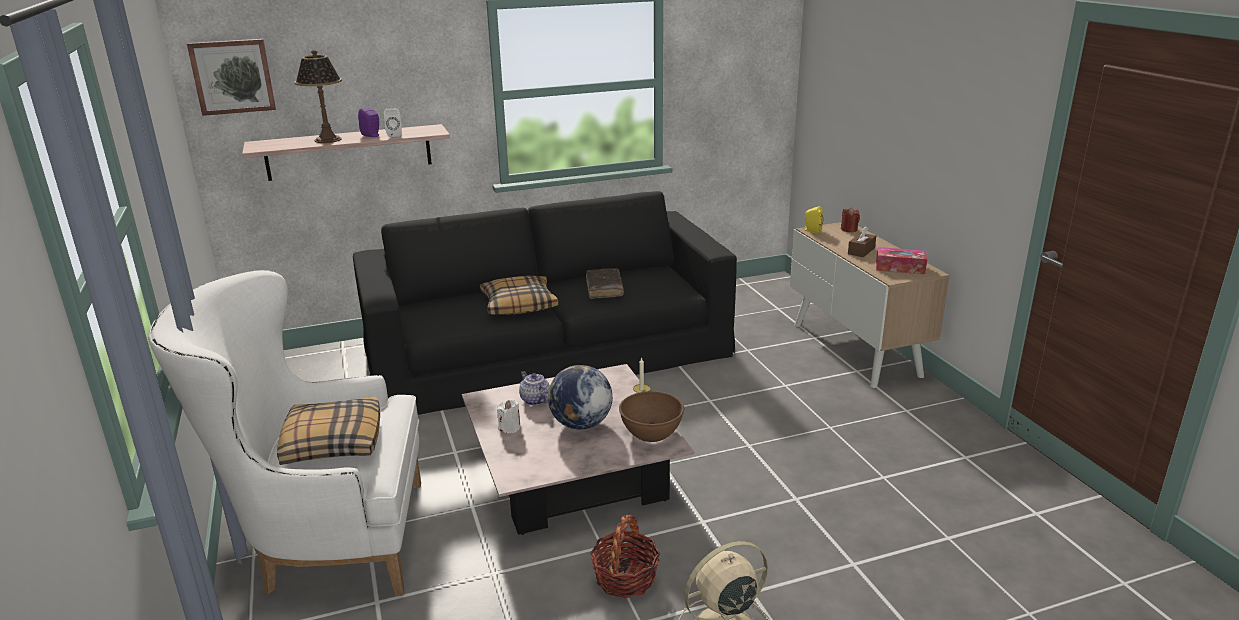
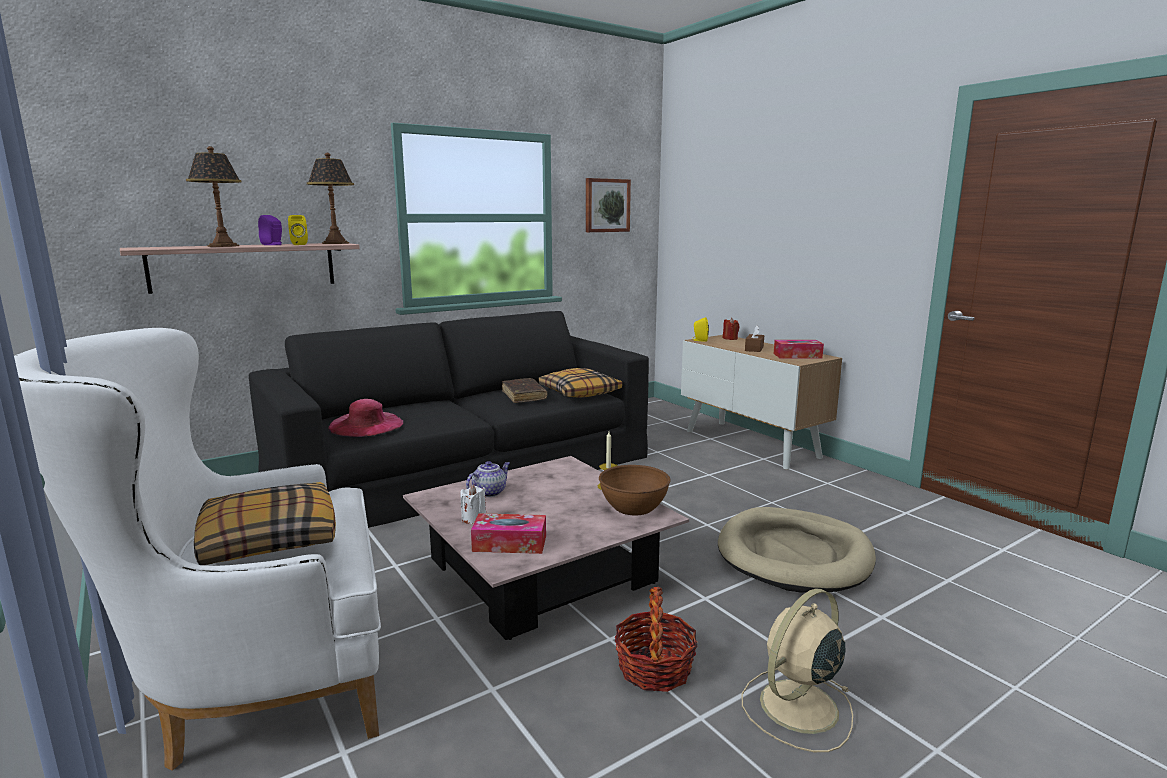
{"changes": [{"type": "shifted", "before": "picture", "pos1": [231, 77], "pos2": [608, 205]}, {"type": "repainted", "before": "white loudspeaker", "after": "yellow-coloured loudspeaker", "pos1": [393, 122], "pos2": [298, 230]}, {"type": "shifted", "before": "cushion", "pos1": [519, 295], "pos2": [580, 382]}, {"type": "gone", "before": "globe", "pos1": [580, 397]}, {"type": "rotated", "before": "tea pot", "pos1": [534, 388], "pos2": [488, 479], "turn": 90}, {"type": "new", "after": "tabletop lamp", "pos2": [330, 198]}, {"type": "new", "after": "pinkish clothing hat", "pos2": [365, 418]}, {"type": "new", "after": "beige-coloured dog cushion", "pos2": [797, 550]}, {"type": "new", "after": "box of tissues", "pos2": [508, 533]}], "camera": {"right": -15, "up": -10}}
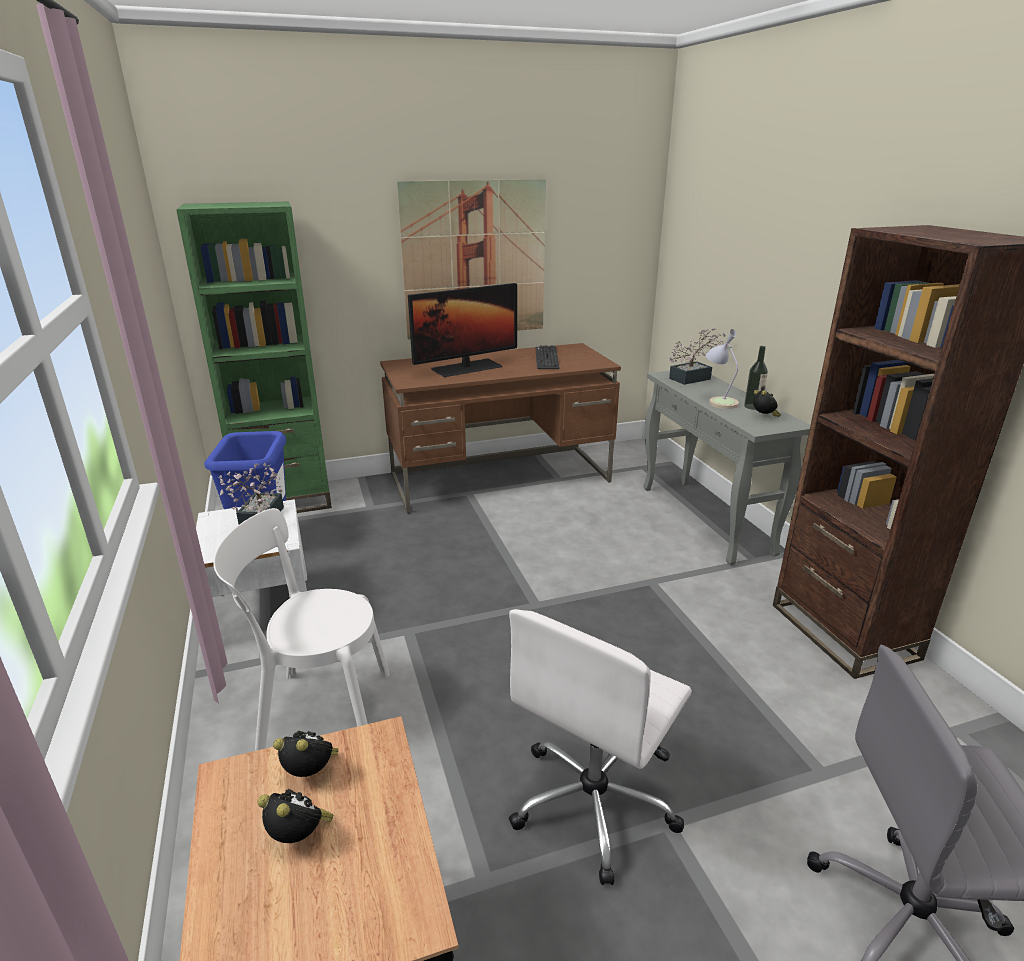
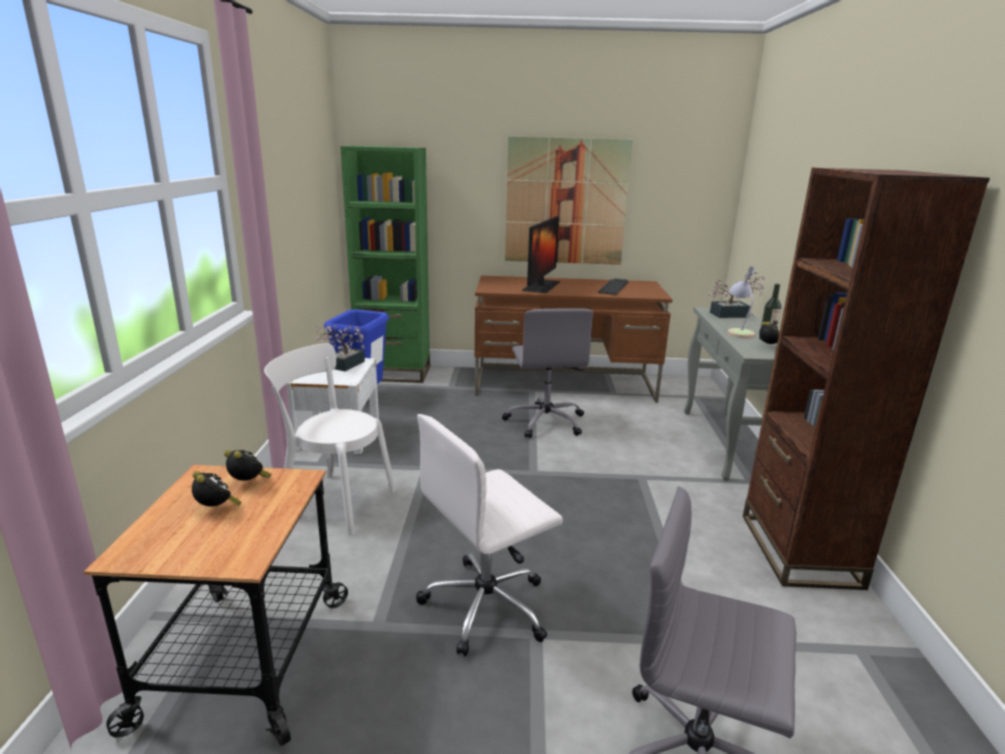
{"changes": [{"type": "rotated", "before": "computer screen", "pos1": [462, 330], "pos2": [541, 254], "turn": -60}, {"type": "new", "after": "gray computer chair", "pos2": [547, 373]}], "camera": {"right": 20, "up": -5}}
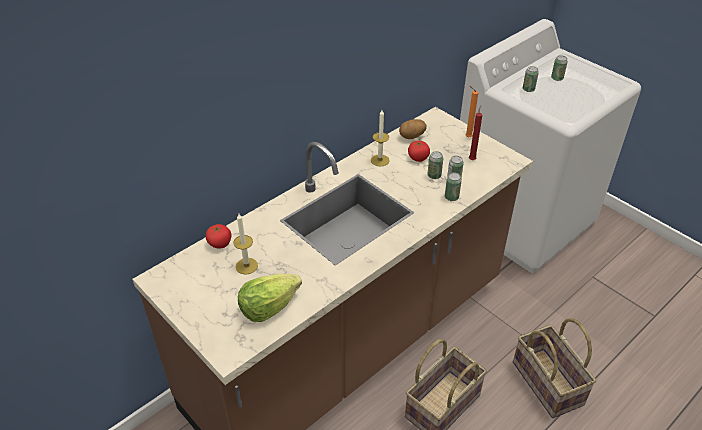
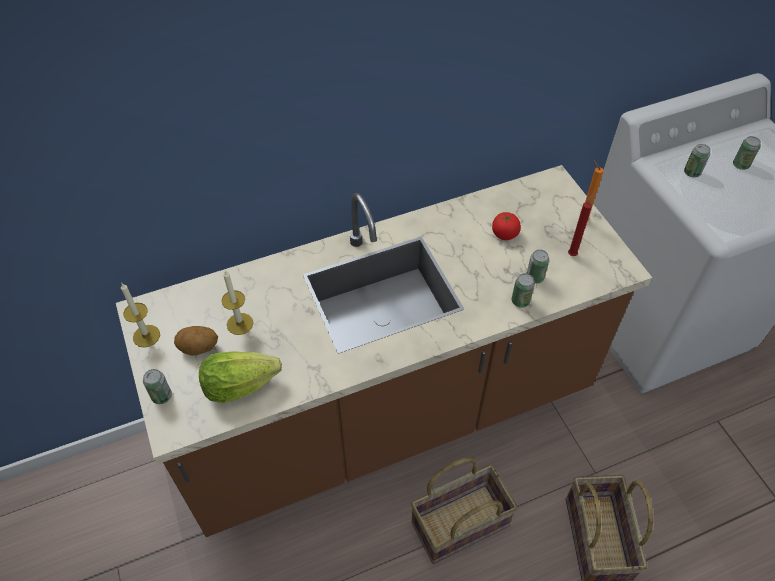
{"changes": [{"type": "shifted", "before": "candle", "pos1": [380, 138], "pos2": [140, 315]}, {"type": "shifted", "before": "potato", "pos1": [413, 129], "pos2": [196, 341]}, {"type": "shifted", "before": "can", "pos1": [435, 165], "pos2": [157, 386]}, {"type": "gone", "before": "fresh tomato", "pos1": [218, 236]}], "camera": {"right": 20, "up": 10}}
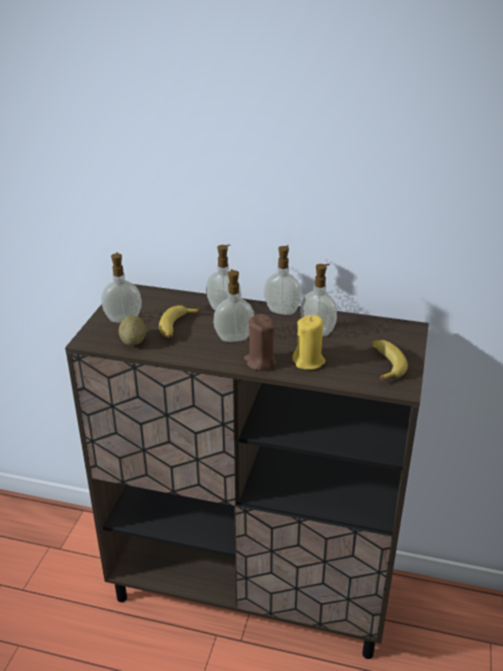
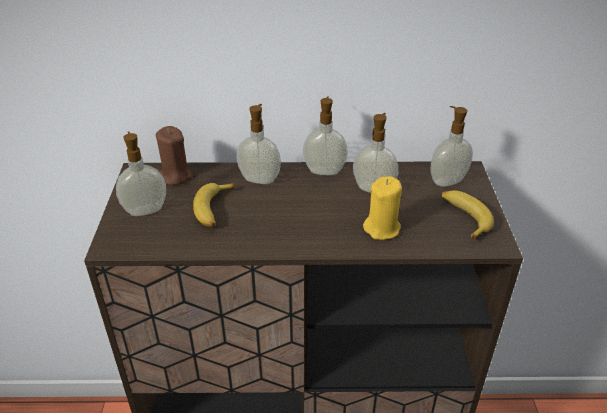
{"changes": [{"type": "shifted", "before": "soap bottle", "pos1": [233, 305], "pos2": [452, 146]}, {"type": "shifted", "before": "brownish candle", "pos1": [260, 342], "pos2": [174, 155]}, {"type": "gone", "before": "potato", "pos1": [132, 330]}], "camera": {"right": -15, "up": 5}}
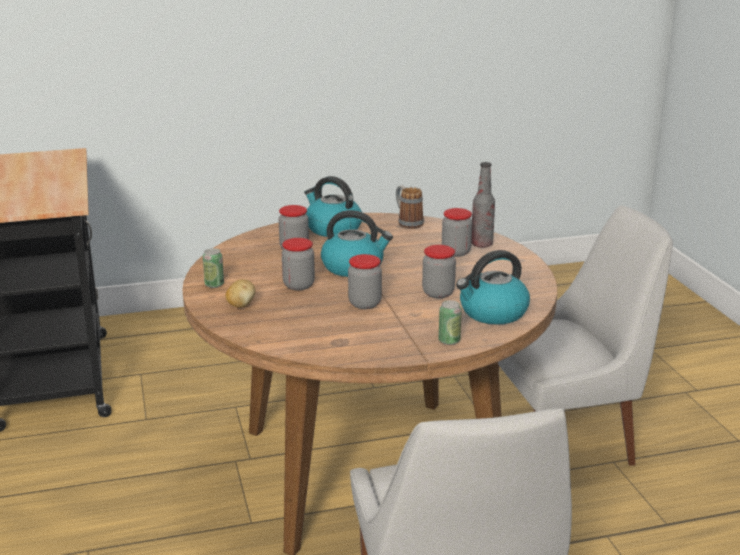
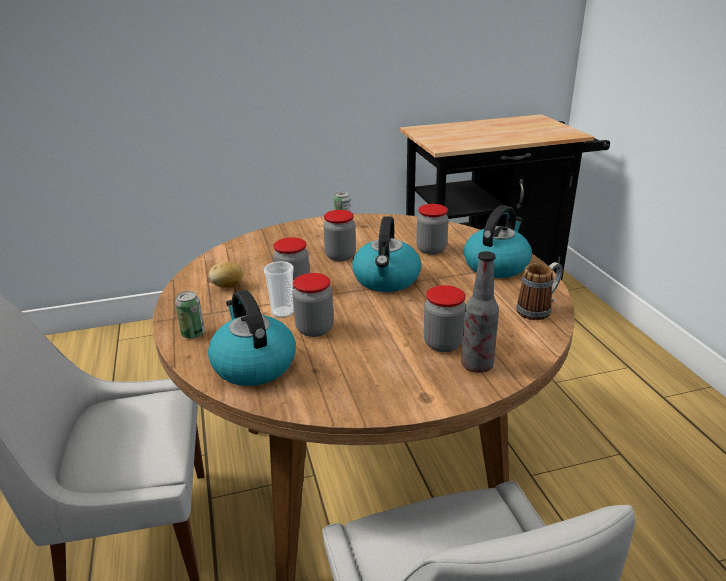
{"changes": [{"type": "shifted", "before": "potato", "pos1": [241, 293], "pos2": [226, 275]}, {"type": "new", "after": "drinking cup", "pos2": [279, 289]}], "camera": {"right": 90, "up": 5}}
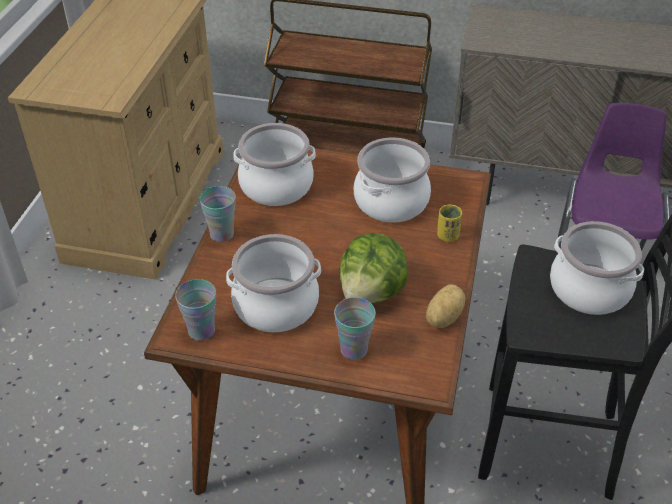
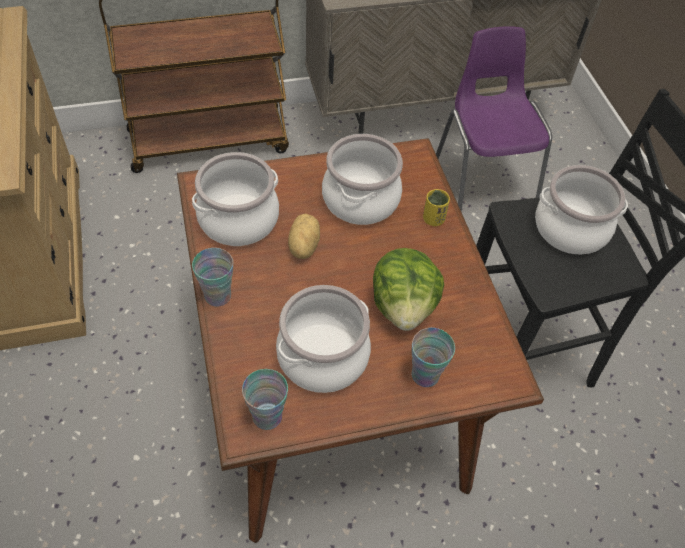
{"changes": [{"type": "shifted", "before": "potato", "pos1": [445, 306], "pos2": [304, 236]}], "camera": {"right": -30, "up": 10}}
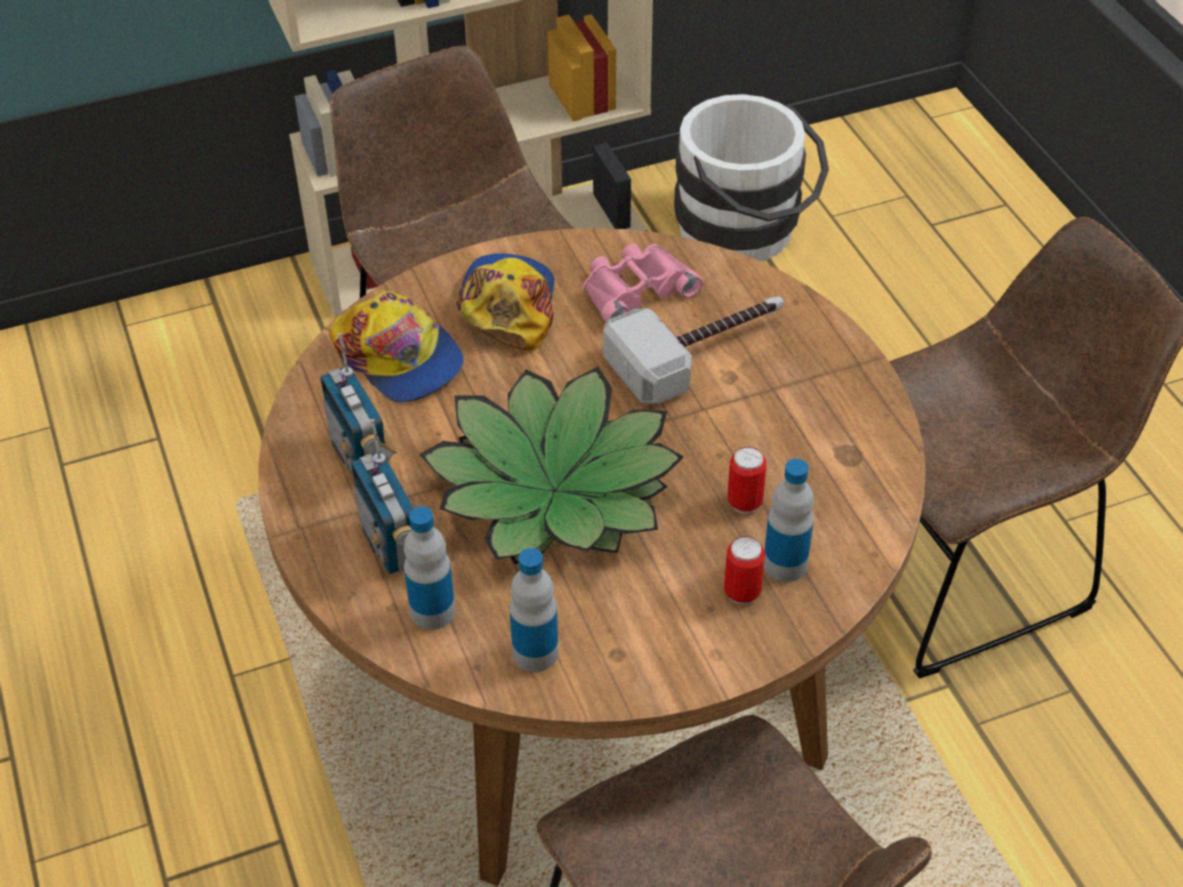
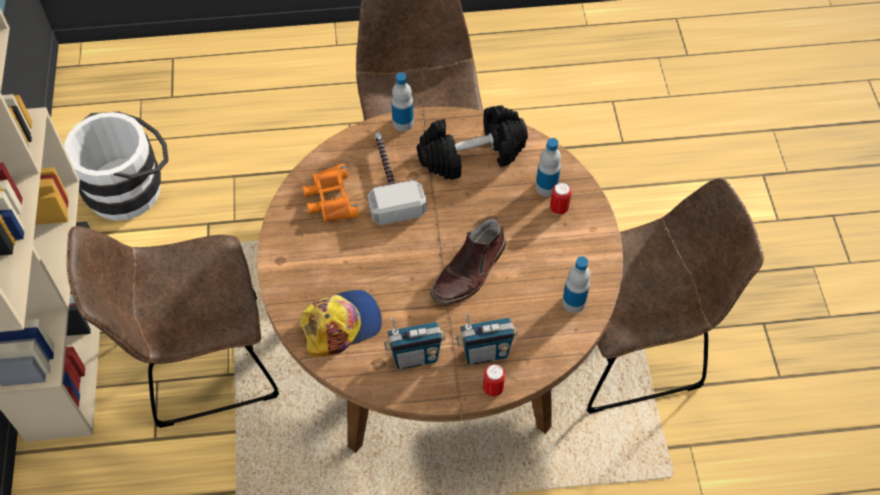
{"changes": [{"type": "repainted", "before": "pinkish field glasses", "after": "orange field glasses", "pos1": [643, 283], "pos2": [331, 193]}, {"type": "gone", "before": "cap", "pos1": [506, 302]}, {"type": "swapped", "before": "potted plant", "after": "brownish high-top boot", "pos1": [551, 466], "pos2": [468, 259]}, {"type": "shifted", "before": "can", "pos1": [747, 480], "pos2": [494, 380]}, {"type": "shifted", "before": "beverage bottle", "pos1": [429, 568], "pos2": [402, 102]}, {"type": "new", "after": "blackish hand weight", "pos2": [472, 142]}], "camera": {"right": -75, "up": 10}}
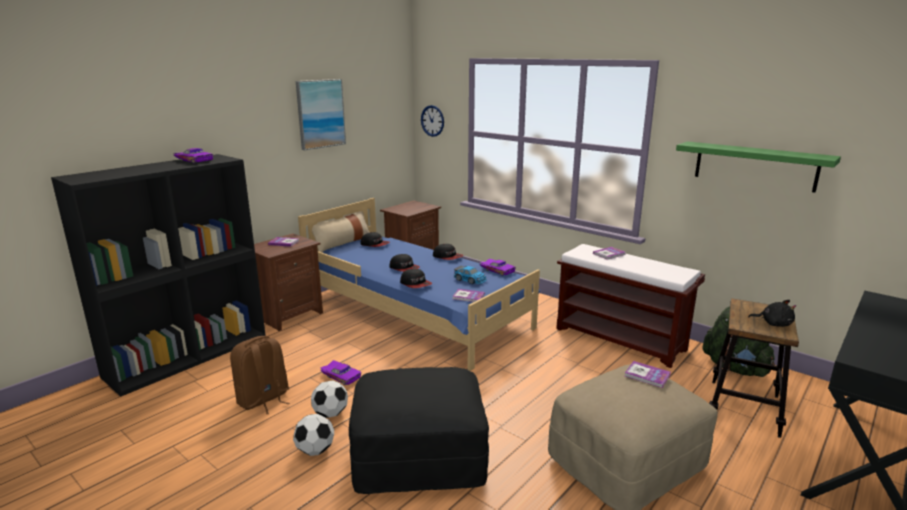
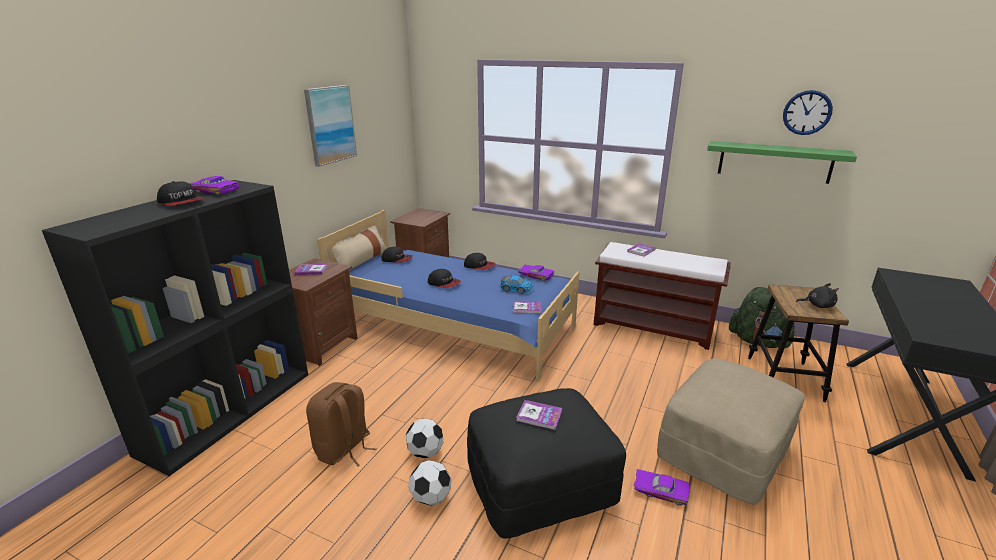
{"changes": [{"type": "shifted", "before": "hanging clock", "pos1": [432, 121], "pos2": [808, 112]}, {"type": "shifted", "before": "cap", "pos1": [416, 278], "pos2": [180, 193]}, {"type": "shifted", "before": "purple-coloured model car", "pos1": [340, 372], "pos2": [661, 487]}, {"type": "shifted", "before": "book", "pos1": [648, 374], "pos2": [539, 415]}], "camera": {"right": -15, "up": 5}}
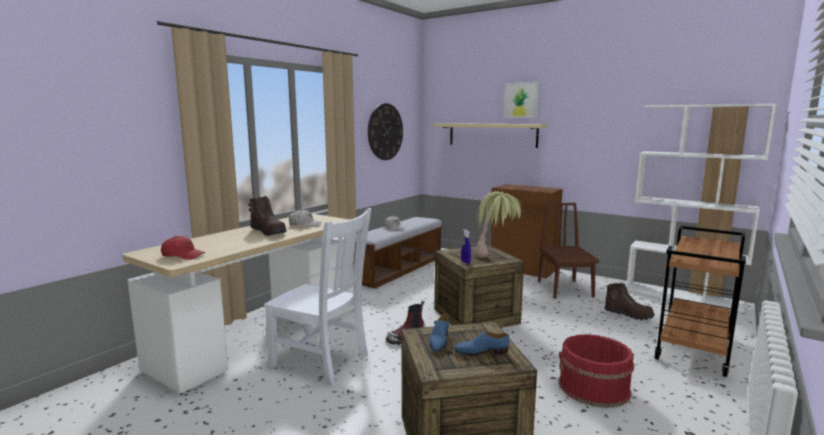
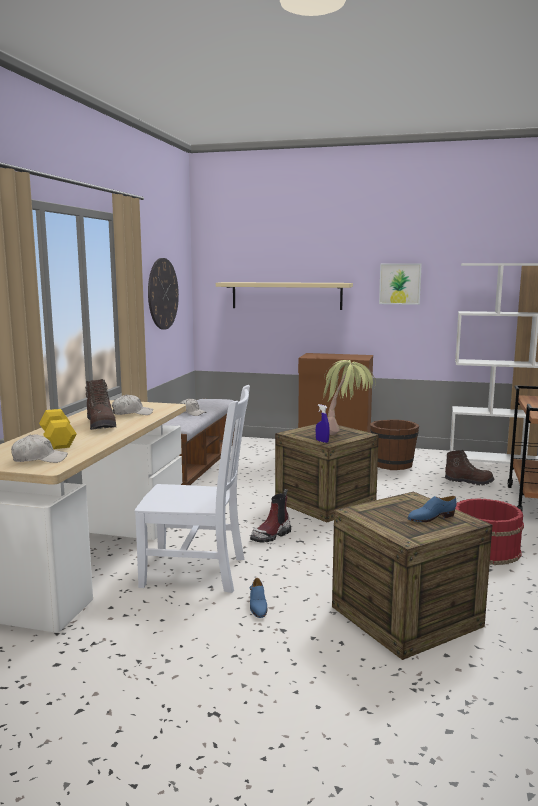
{"changes": [{"type": "shifted", "before": "picture", "pos1": [521, 100], "pos2": [400, 284]}, {"type": "rotated", "before": "brownish high-top boot", "pos1": [267, 216], "pos2": [100, 404], "turn": 45}, {"type": "swapped", "before": "brownish upright chair", "after": "brownish bucket", "pos1": [568, 251], "pos2": [394, 444]}, {"type": "repainted", "before": "reddish cap", "after": "white cap", "pos1": [183, 248], "pos2": [39, 448]}, {"type": "shifted", "before": "blue shoe", "pos1": [439, 333], "pos2": [258, 598]}, {"type": "new", "after": "yellow-coloured hand weight", "pos2": [58, 429]}], "camera": {"right": -20, "up": 0}}
